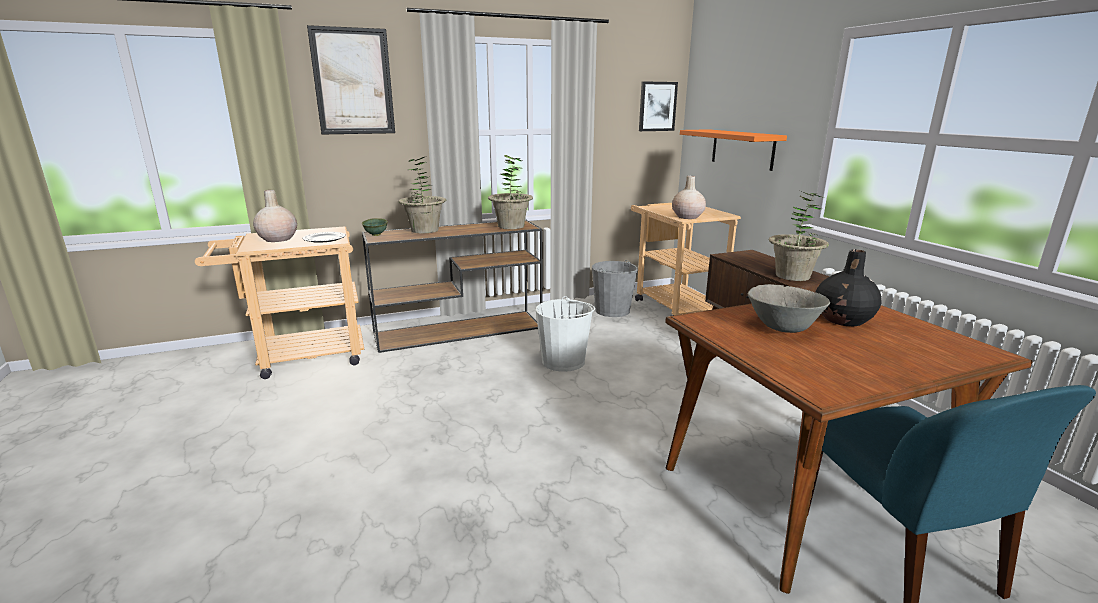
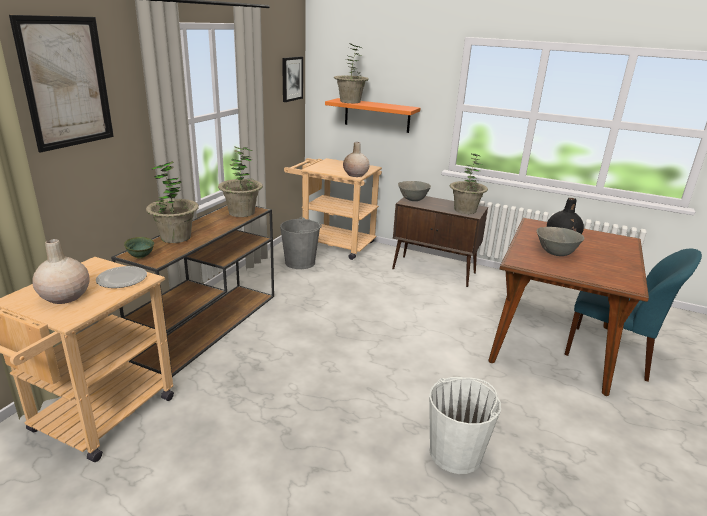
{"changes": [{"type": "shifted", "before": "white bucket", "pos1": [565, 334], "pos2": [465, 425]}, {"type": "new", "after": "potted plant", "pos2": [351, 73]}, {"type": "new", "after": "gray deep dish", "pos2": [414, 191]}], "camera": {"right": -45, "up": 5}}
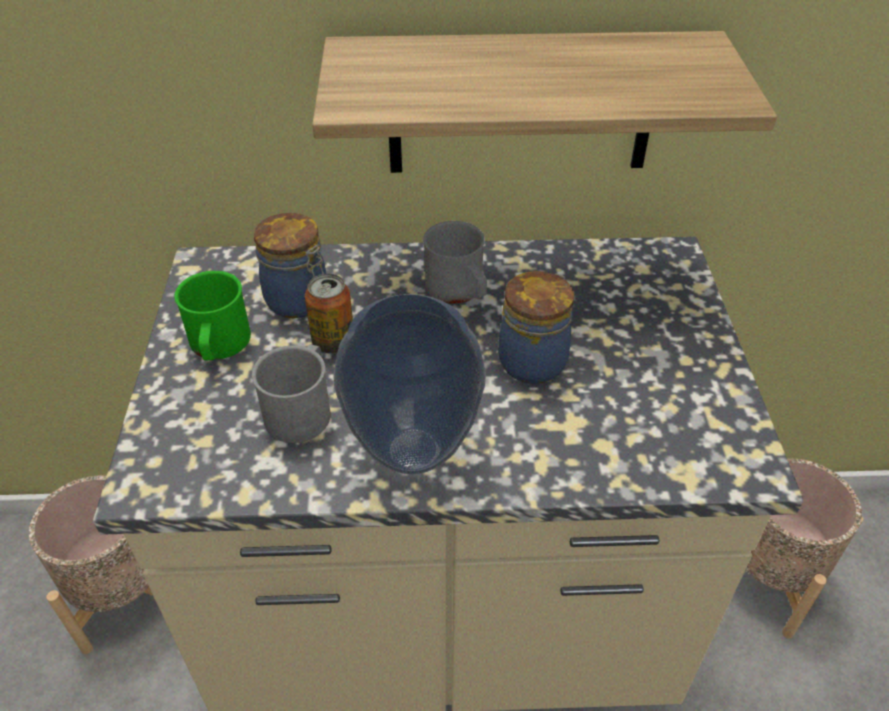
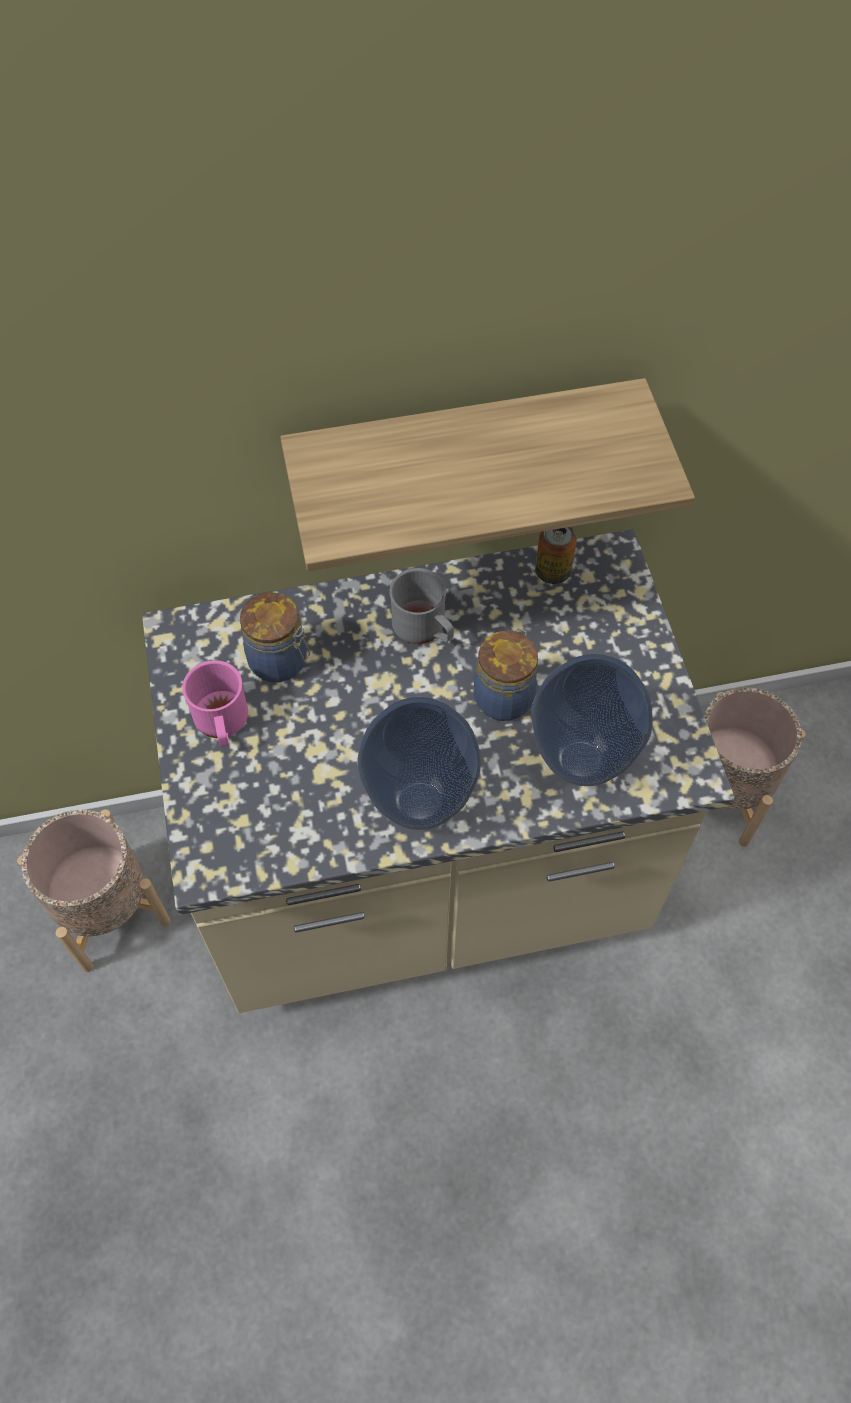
{"changes": [{"type": "repainted", "before": "green mug", "after": "pinkish mug", "pos1": [212, 315], "pos2": [215, 703]}, {"type": "shifted", "before": "can", "pos1": [329, 313], "pos2": [556, 555]}, {"type": "gone", "before": "gray mug", "pos1": [291, 393]}, {"type": "new", "after": "vase", "pos2": [592, 720]}], "camera": {"right": -10, "up": 15}}
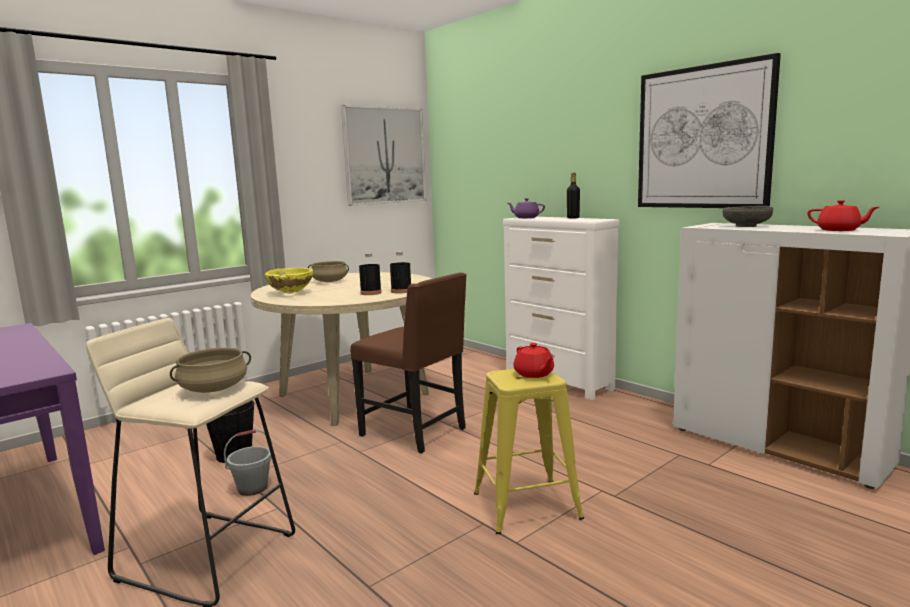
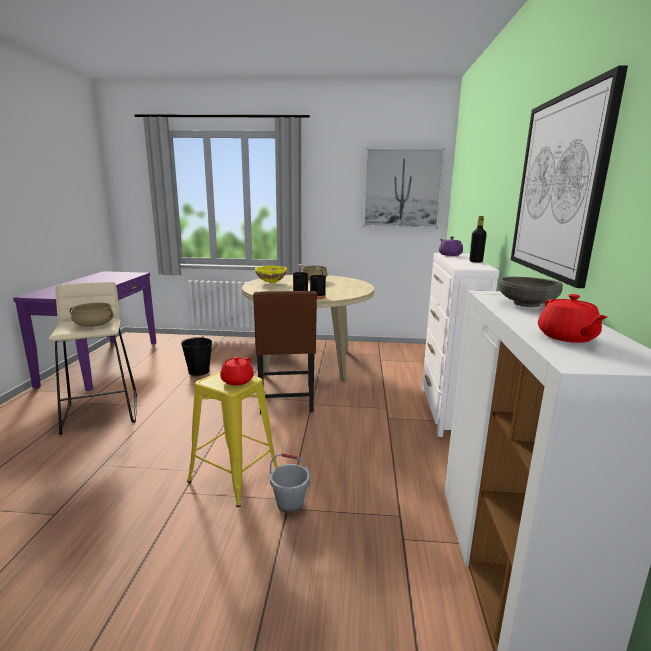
{"changes": [{"type": "shifted", "before": "gray bucket", "pos1": [248, 462], "pos2": [290, 483]}], "camera": {"right": 45, "up": 5}}
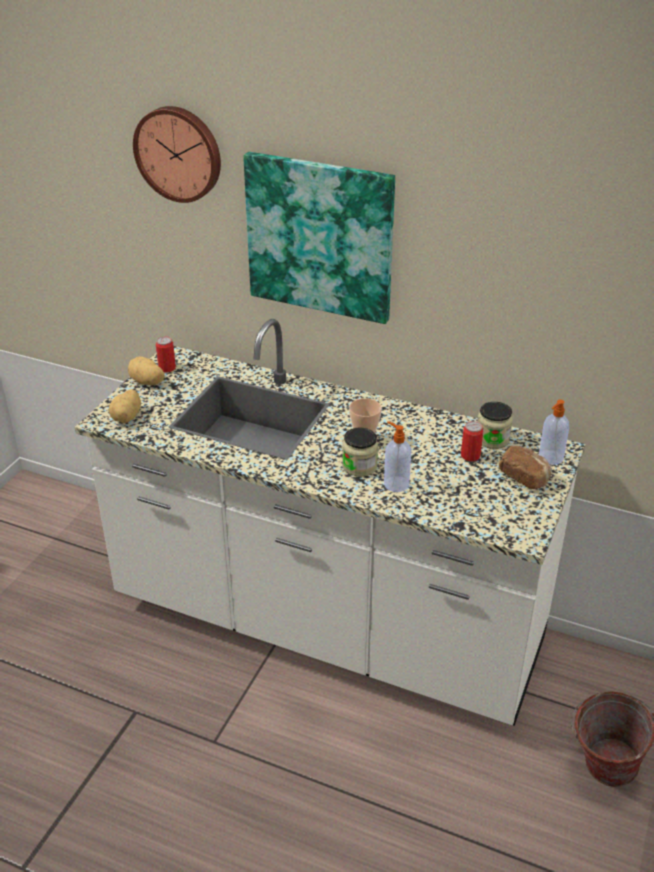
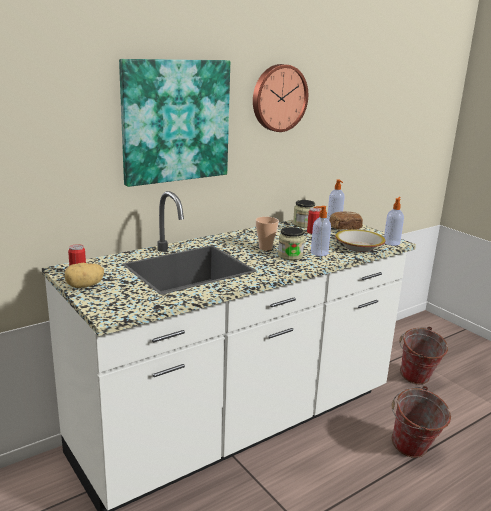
{"changes": [{"type": "shifted", "before": "hanging clock", "pos1": [177, 154], "pos2": [280, 98]}, {"type": "gone", "before": "potato", "pos1": [125, 406]}, {"type": "new", "after": "soap bottle", "pos2": [394, 221]}, {"type": "new", "after": "deep dish", "pos2": [360, 240]}, {"type": "new", "after": "bucket", "pos2": [421, 422]}], "camera": {"right": -60, "up": -15}}
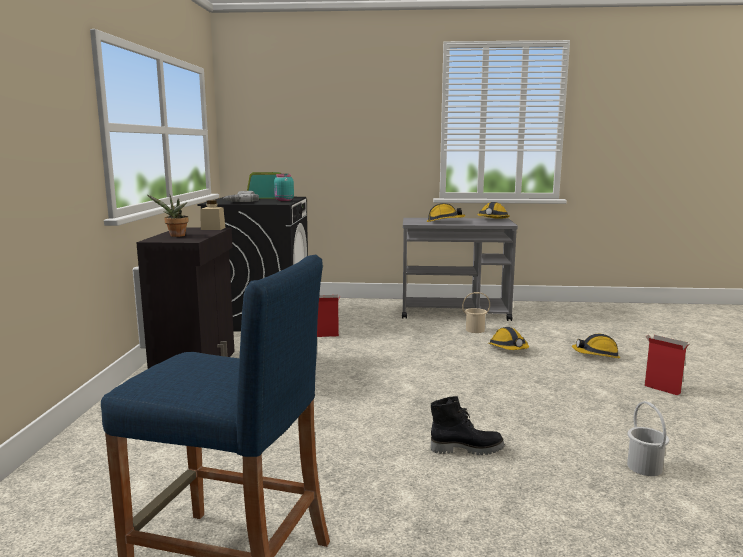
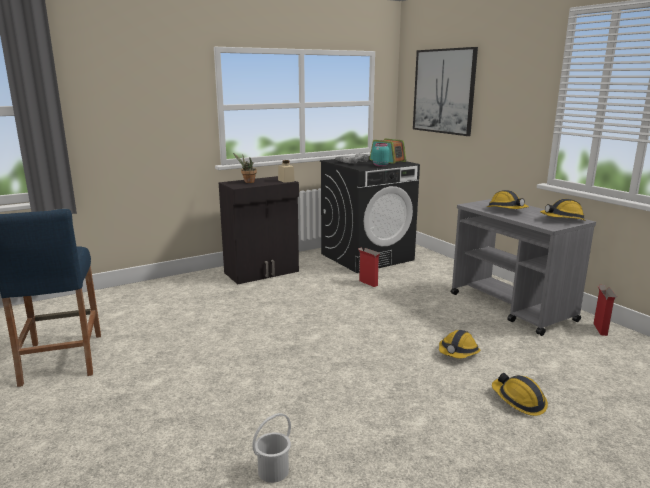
{"changes": [{"type": "gone", "before": "beige-coloured bucket", "pos1": [476, 312]}, {"type": "shifted", "before": "carton", "pos1": [667, 365], "pos2": [605, 310]}, {"type": "gone", "before": "blackish high-top boot", "pos1": [468, 425]}, {"type": "new", "after": "picture", "pos2": [445, 91]}], "camera": {"right": 55, "up": 5}}
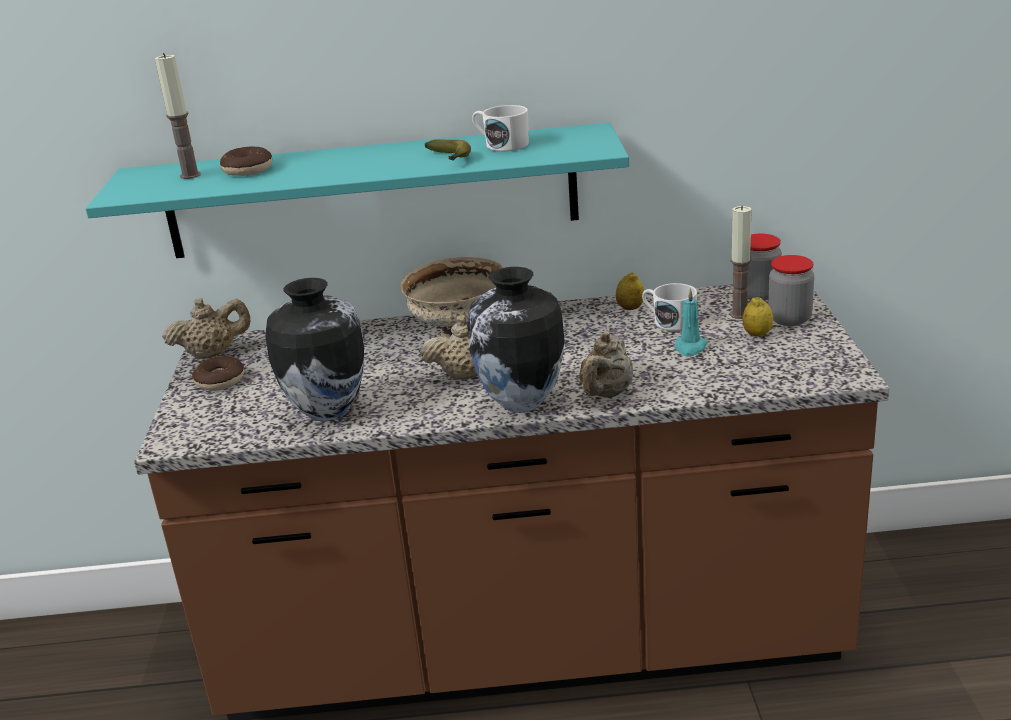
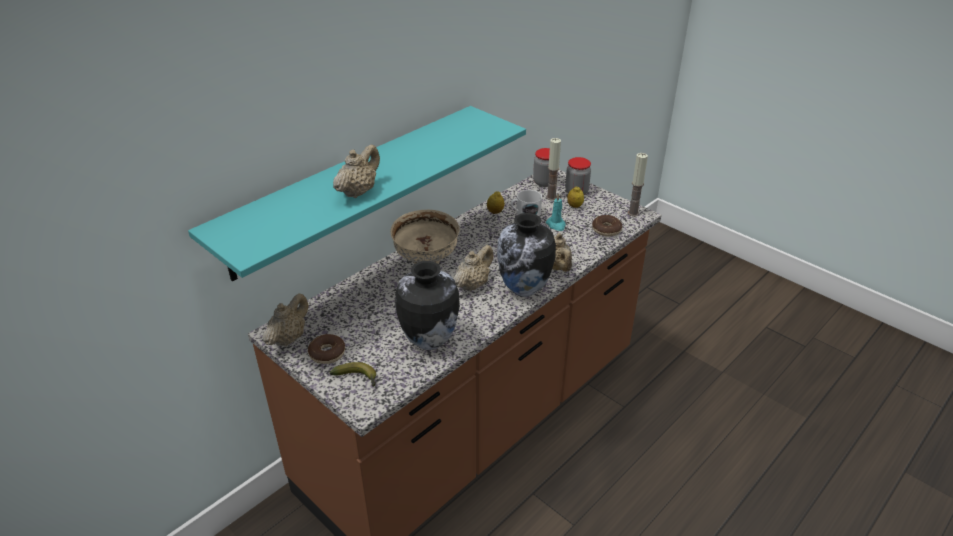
{"changes": [{"type": "shifted", "before": "candle", "pos1": [178, 116], "pos2": [638, 185]}, {"type": "gone", "before": "white mug", "pos1": [500, 128]}, {"type": "shifted", "before": "whole banana", "pos1": [448, 150], "pos2": [352, 374]}, {"type": "shifted", "before": "doughnut", "pos1": [246, 161], "pos2": [607, 226]}, {"type": "new", "after": "beige-coloured tea pot", "pos2": [356, 171]}], "camera": {"right": -45, "up": 10}}
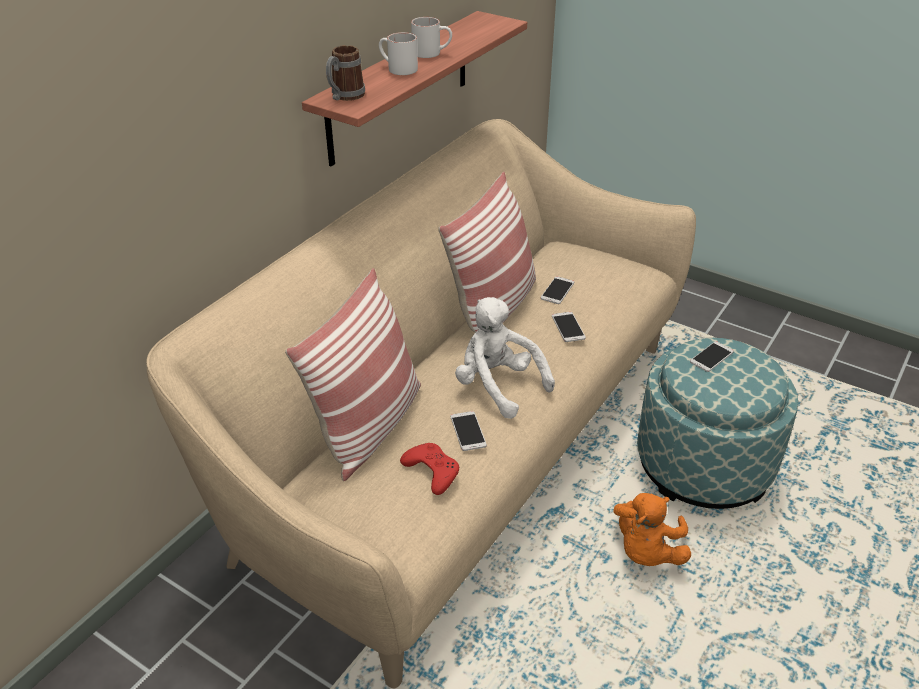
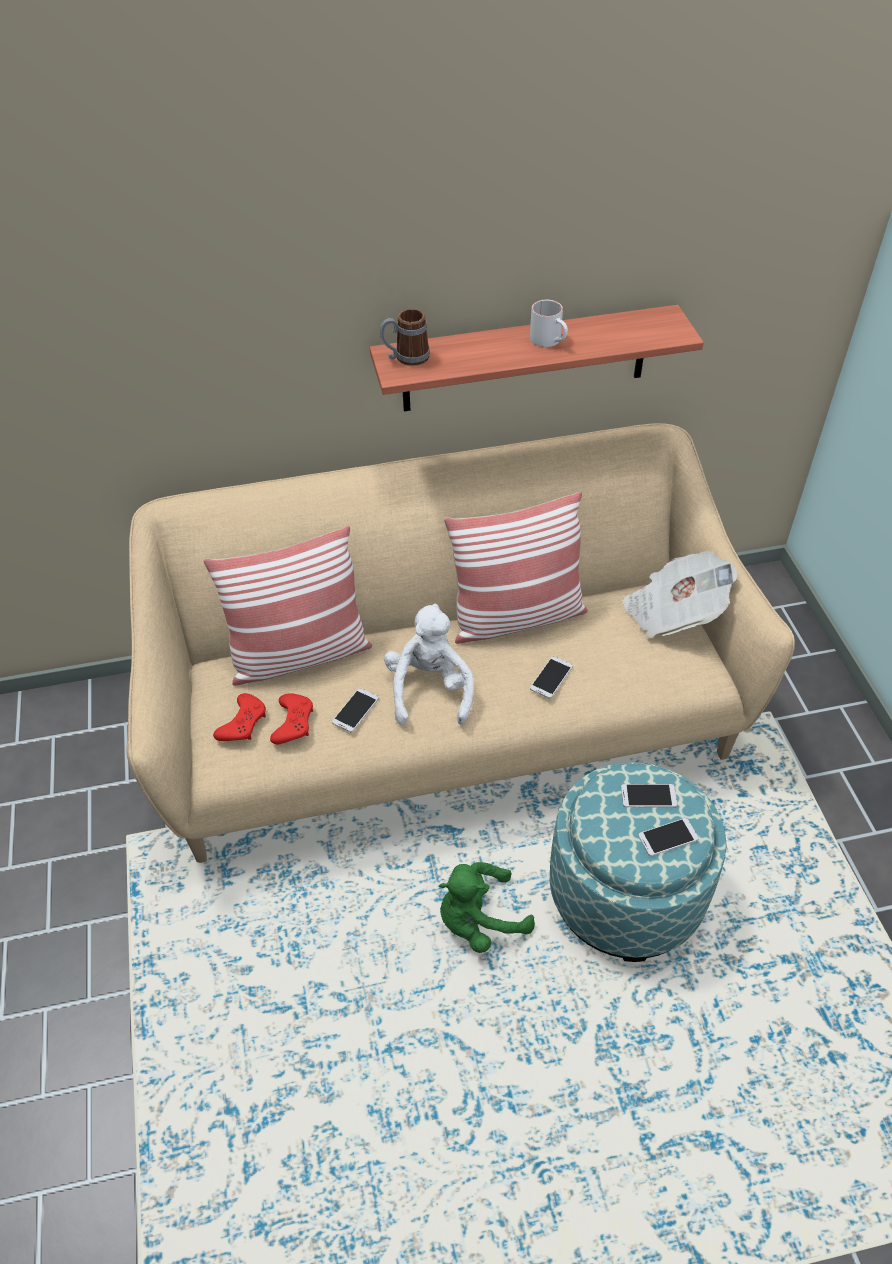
{"changes": [{"type": "gone", "before": "white mug", "pos1": [398, 53]}, {"type": "shifted", "before": "phone", "pos1": [557, 290], "pos2": [668, 837]}, {"type": "repainted", "before": "orange plush toy", "after": "green plush toy", "pos1": [652, 529], "pos2": [487, 907]}, {"type": "new", "after": "printed paper", "pos2": [680, 594]}, {"type": "new", "after": "reddish joypad", "pos2": [239, 717]}], "camera": {"right": 45, "up": 10}}
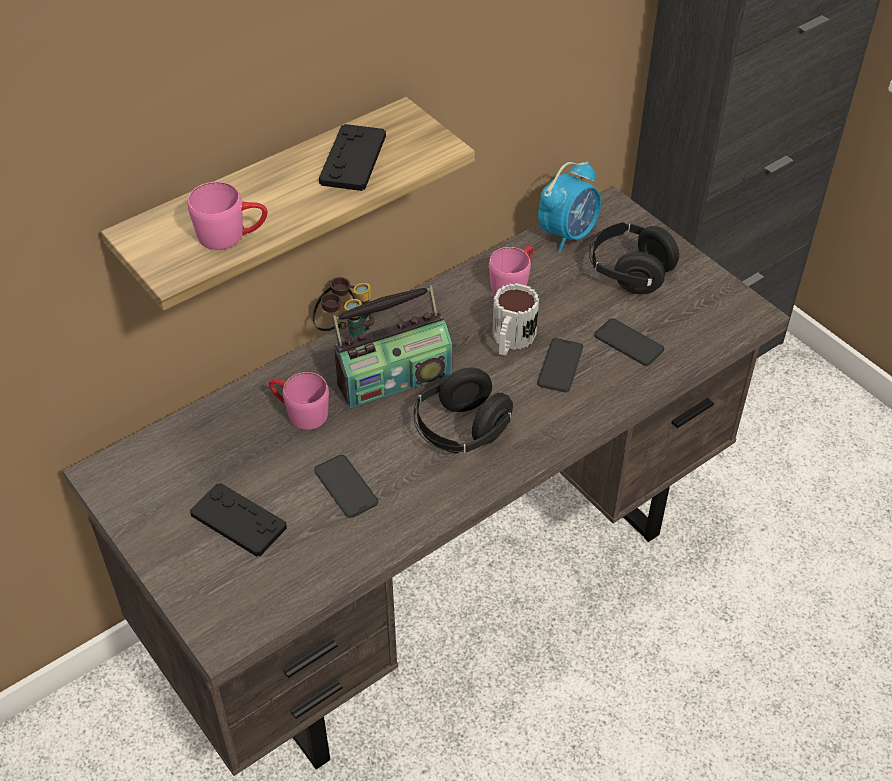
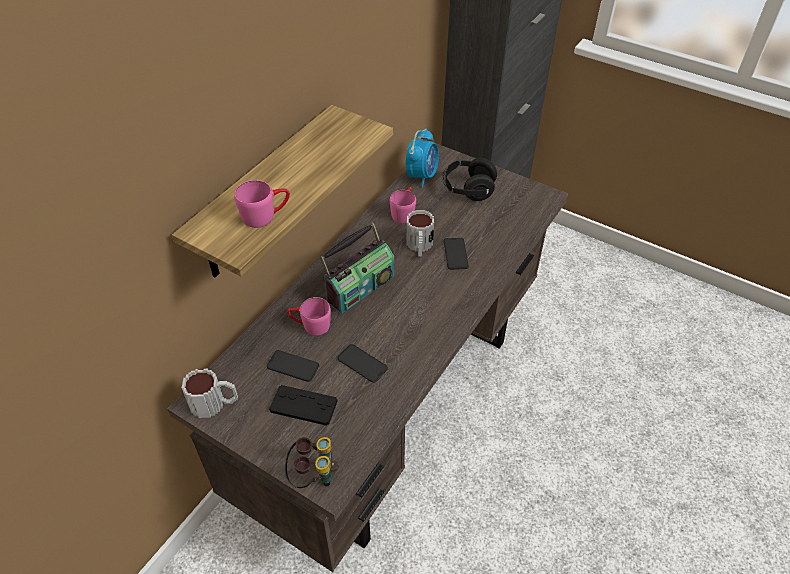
{"changes": [{"type": "gone", "before": "blackish joypad", "pos1": [352, 157]}, {"type": "shifted", "before": "field glasses", "pos1": [343, 307], "pos2": [311, 462]}, {"type": "shifted", "before": "phone", "pos1": [629, 342], "pos2": [293, 366]}, {"type": "gone", "before": "blackish headphones", "pos1": [463, 411]}, {"type": "new", "after": "mug", "pos2": [210, 393]}], "camera": {"right": -20, "up": 0}}
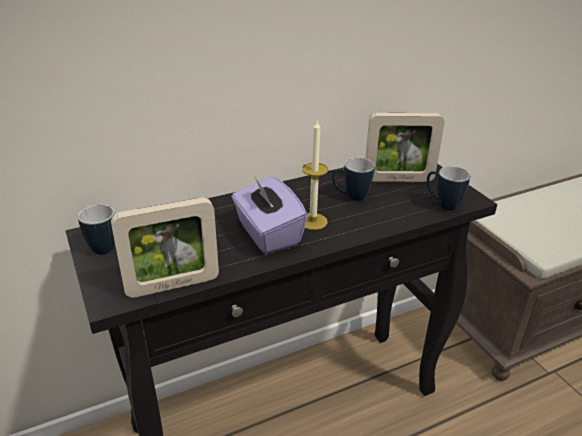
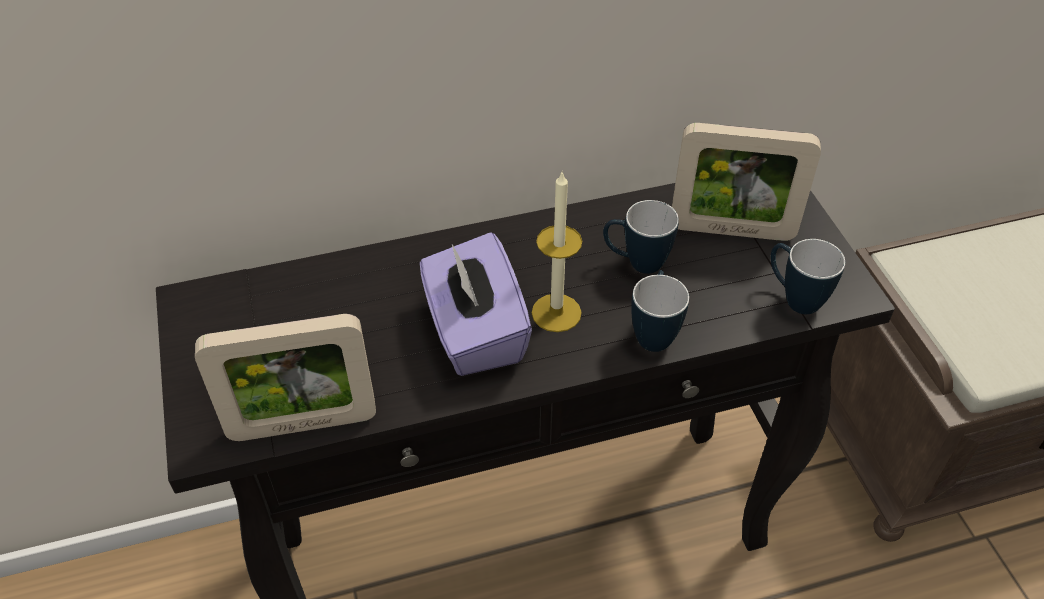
{"changes": [{"type": "shifted", "before": "mug", "pos1": [96, 230], "pos2": [660, 311]}], "camera": {"right": 10, "up": 15}}
